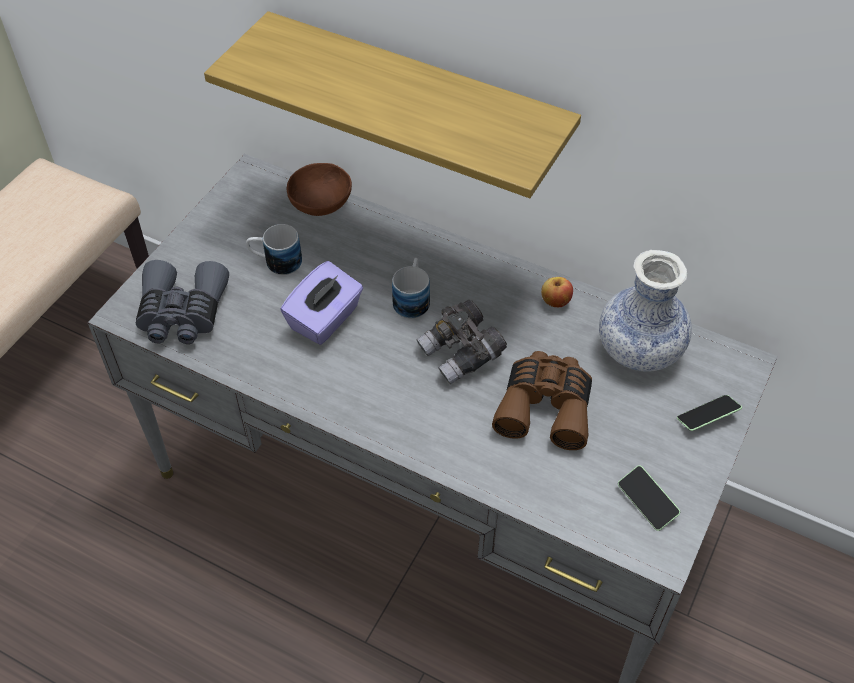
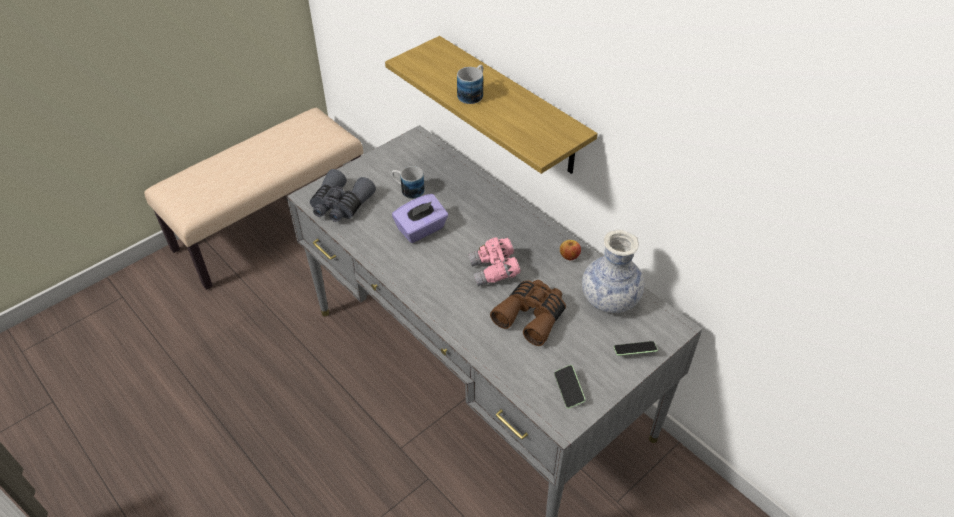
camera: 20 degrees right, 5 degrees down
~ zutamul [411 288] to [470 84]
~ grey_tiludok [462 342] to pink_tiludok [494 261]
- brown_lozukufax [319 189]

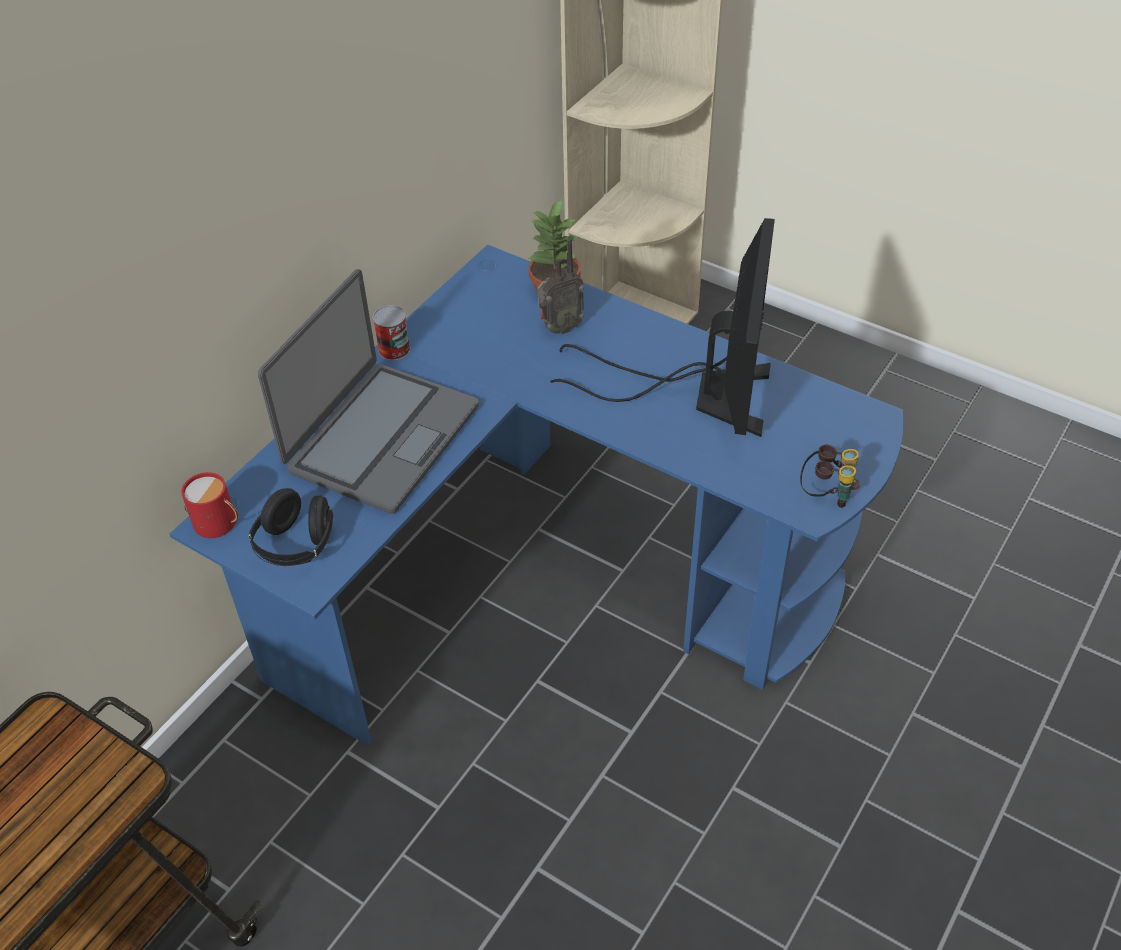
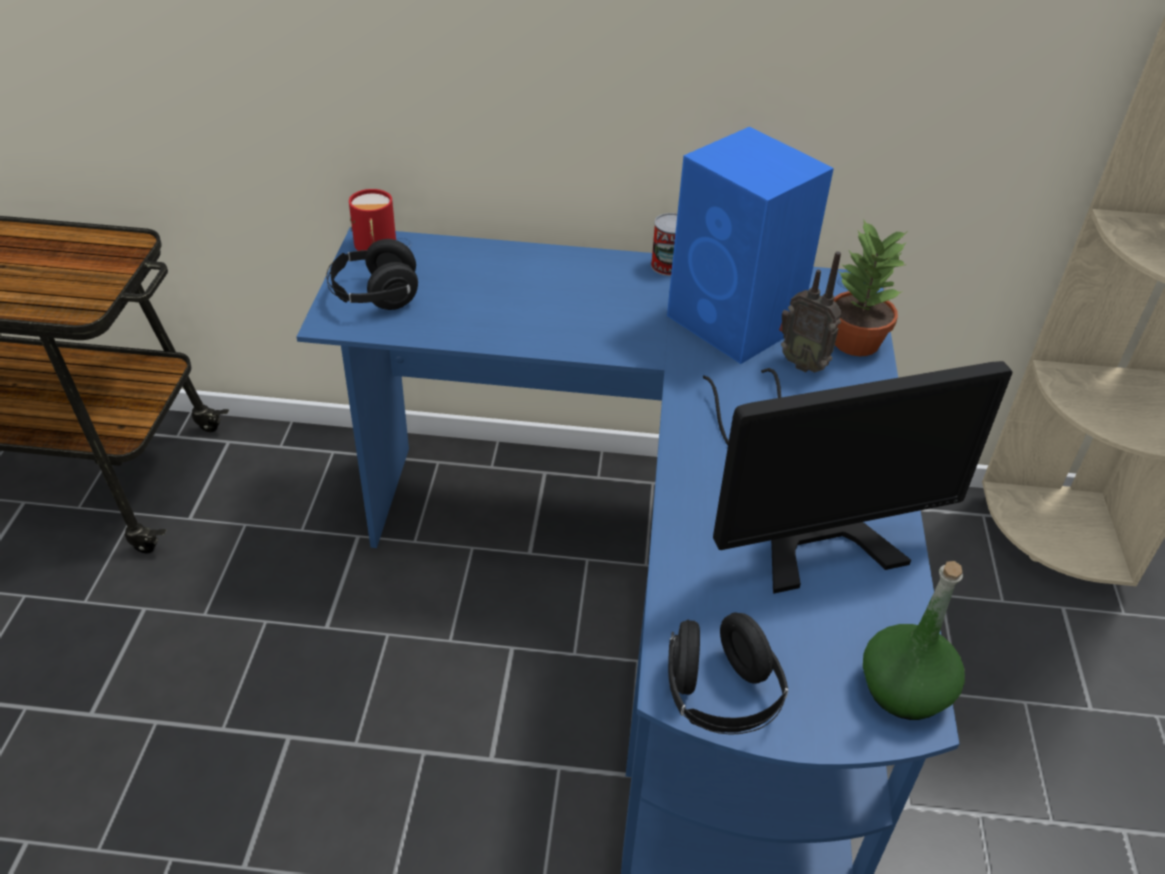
camera: 60 degrees right, 5 degrees down
+ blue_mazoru [750 245]
~ tiludok [830 476] to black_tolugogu [728 674]
+ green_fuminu [914 640]
- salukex [368 391]

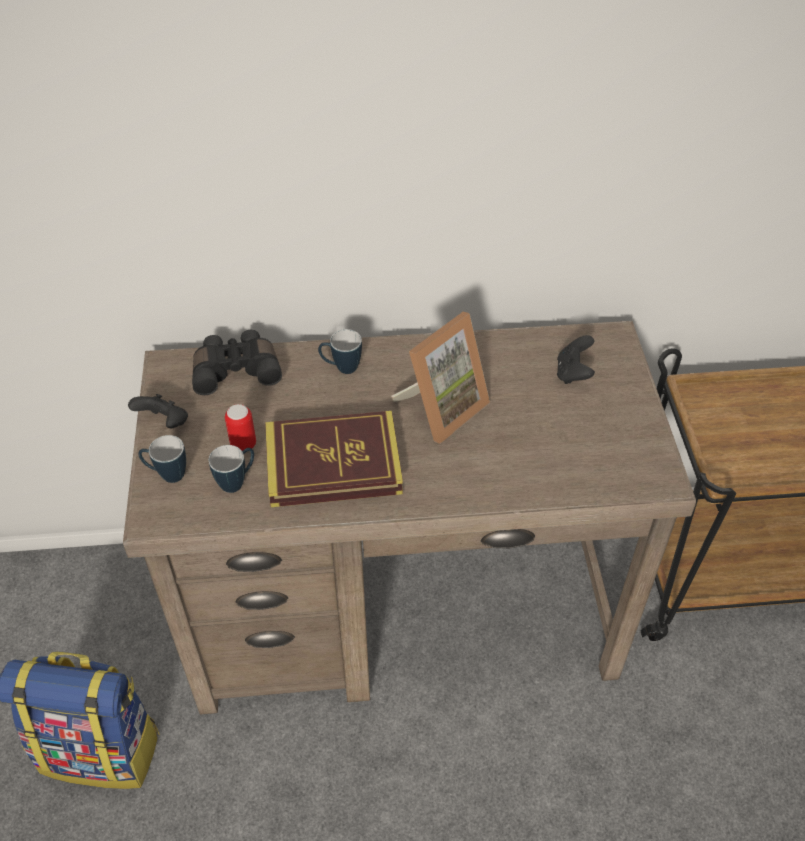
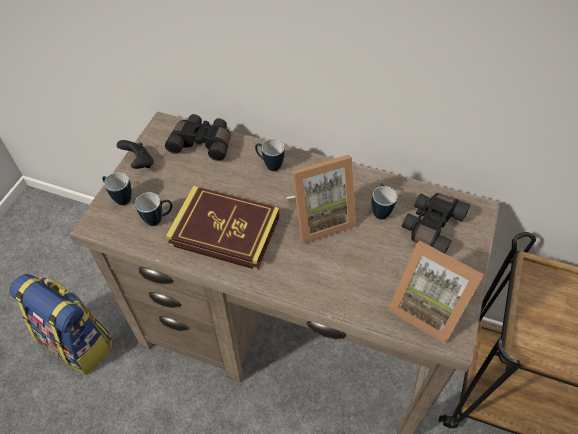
camera: 25 degrees right, 5 degrees up
+ zutamul [384 201]
+ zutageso [436 292]
~ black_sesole [576 359] to black_tiludok [436 223]
- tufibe [240 427]

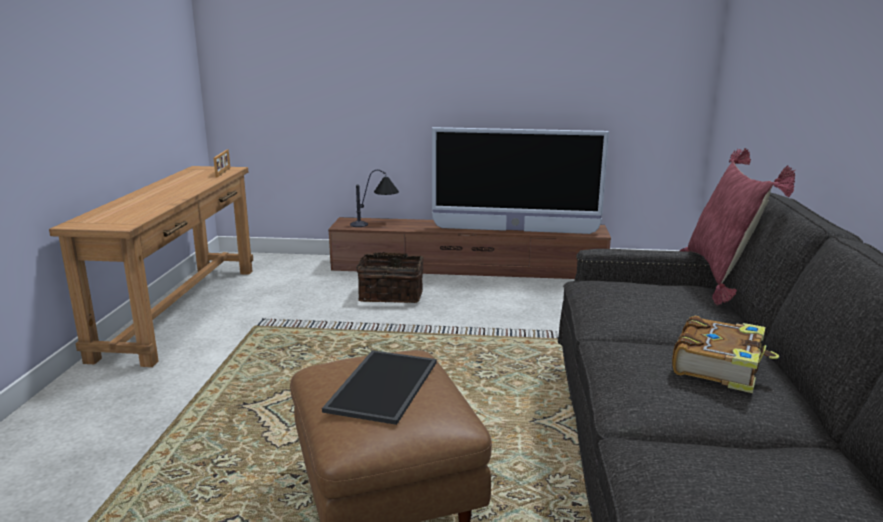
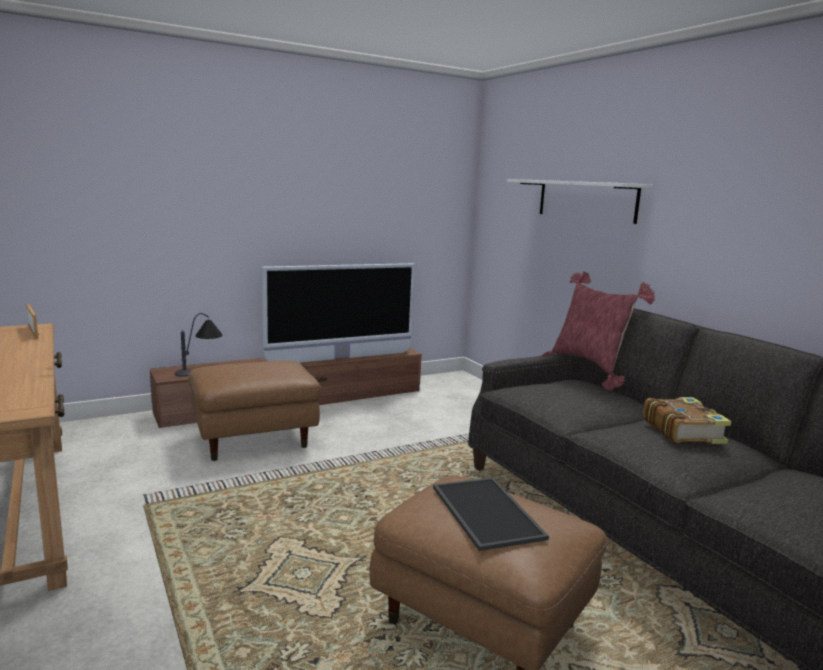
camera: 35 degrees left, 5 degrees down
~ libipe [390 277] to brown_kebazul [254 411]
+ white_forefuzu [580 201]

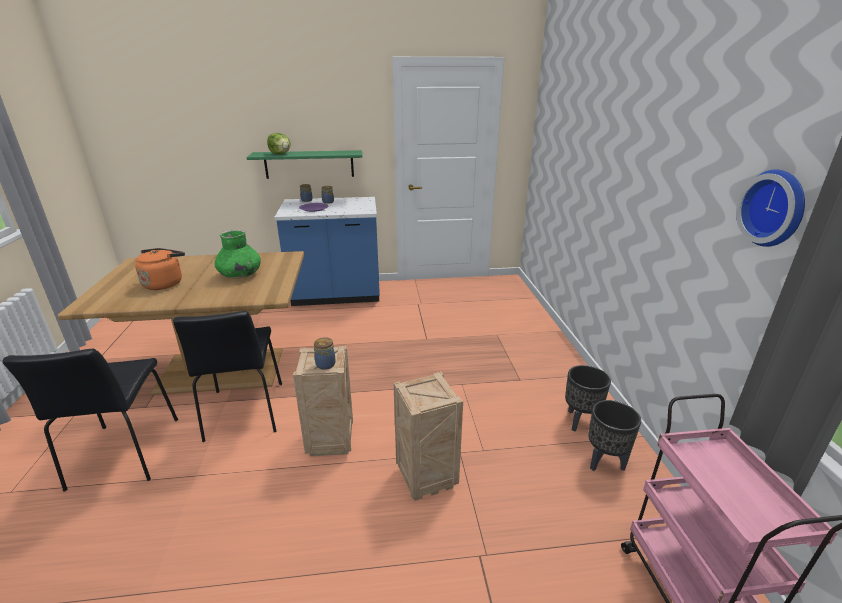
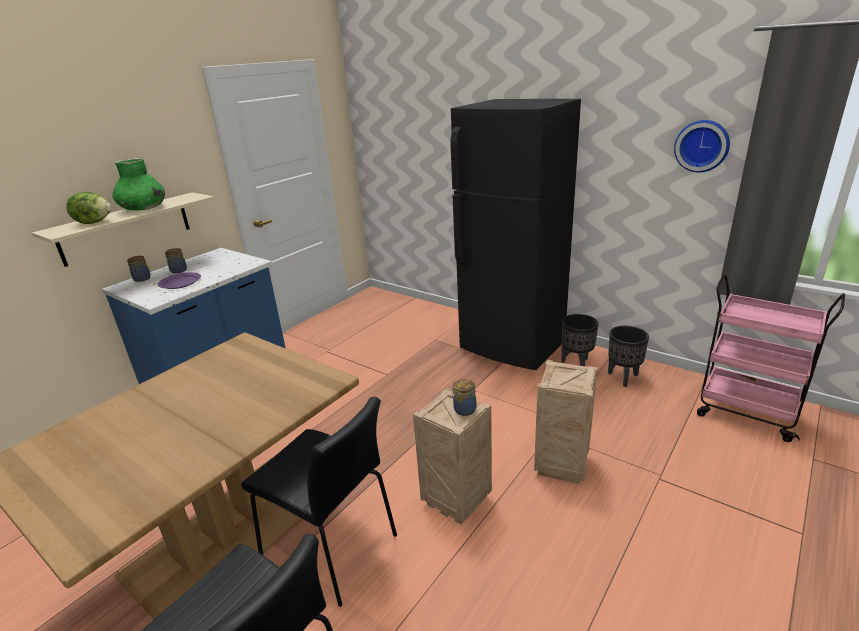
camera: 45 degrees left, 0 degrees up
~ green_forefuzu [304 164] to beige_forefuzu [123 229]
~ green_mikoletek [238 254] to [138 184]
+ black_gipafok [515 234]
- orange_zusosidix [160 269]

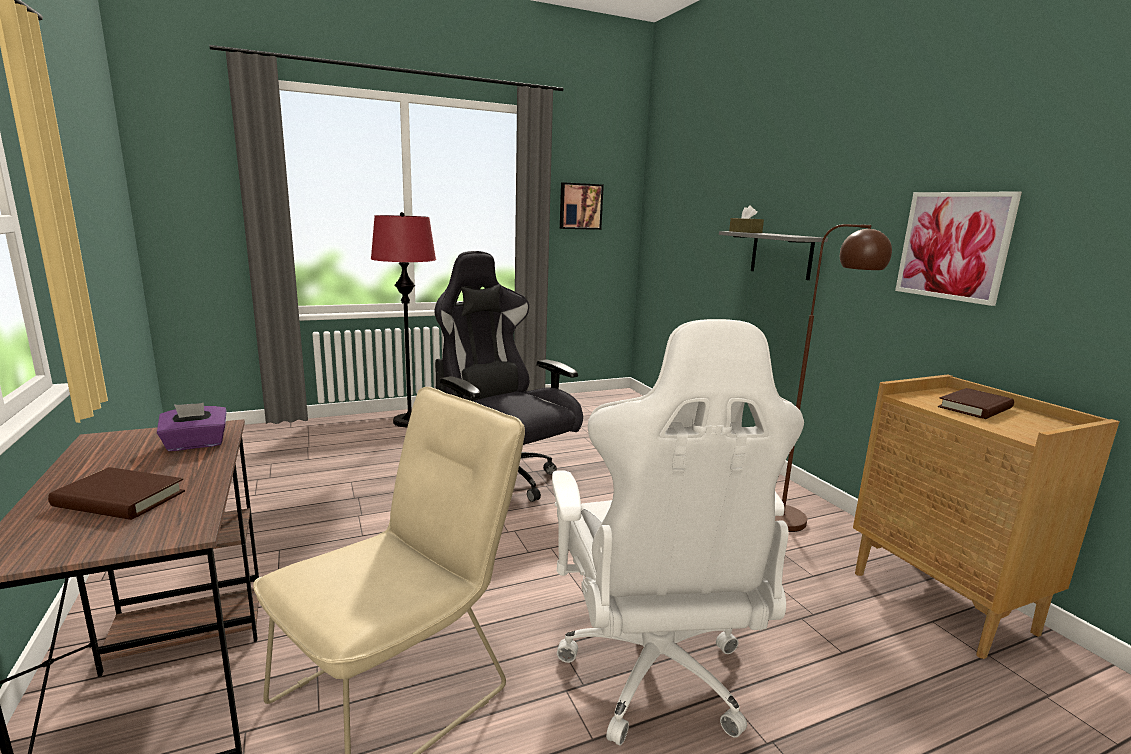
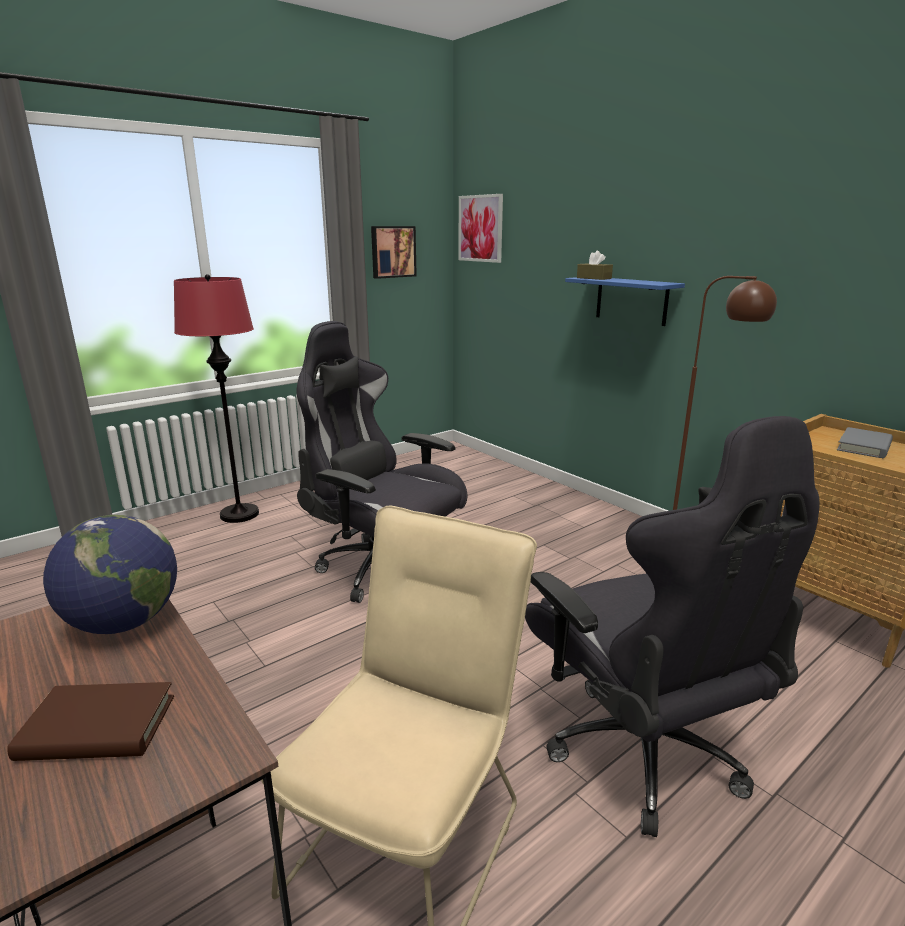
camera: 15 degrees left, 5 degrees up
~ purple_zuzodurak [192 427] to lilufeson [110 574]
~ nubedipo [958 248] to [481 228]
~ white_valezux [678 532] to black_valezux [672 626]
~ grey_forefuzu [773 255] to blue_forefuzu [625 301]
~ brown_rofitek [976 403] to grey_rofitek [865 442]

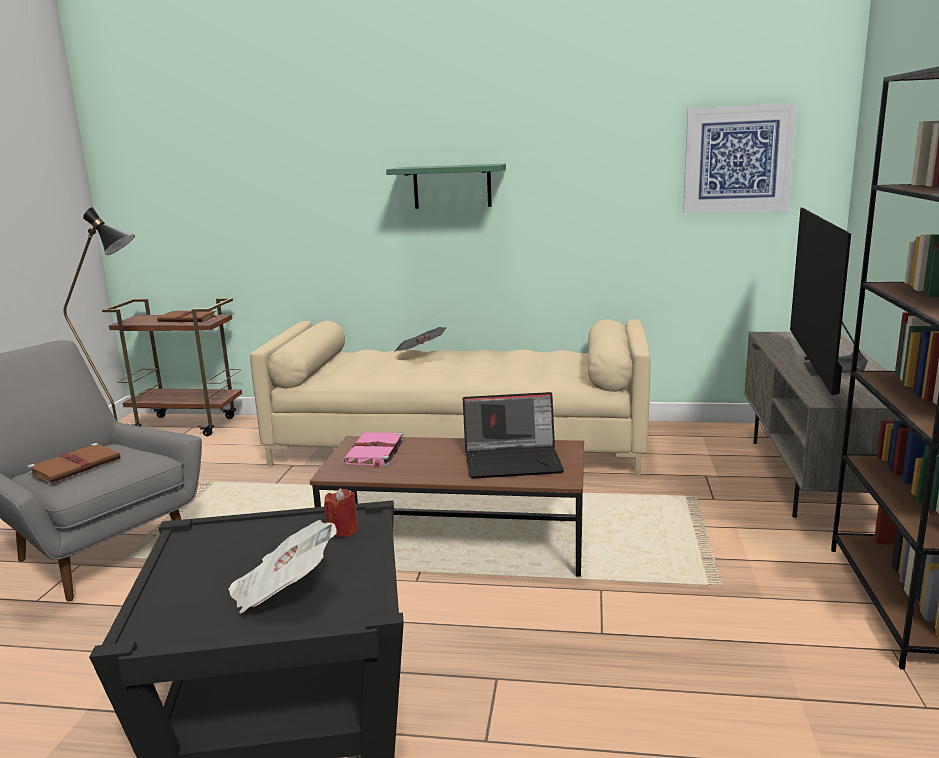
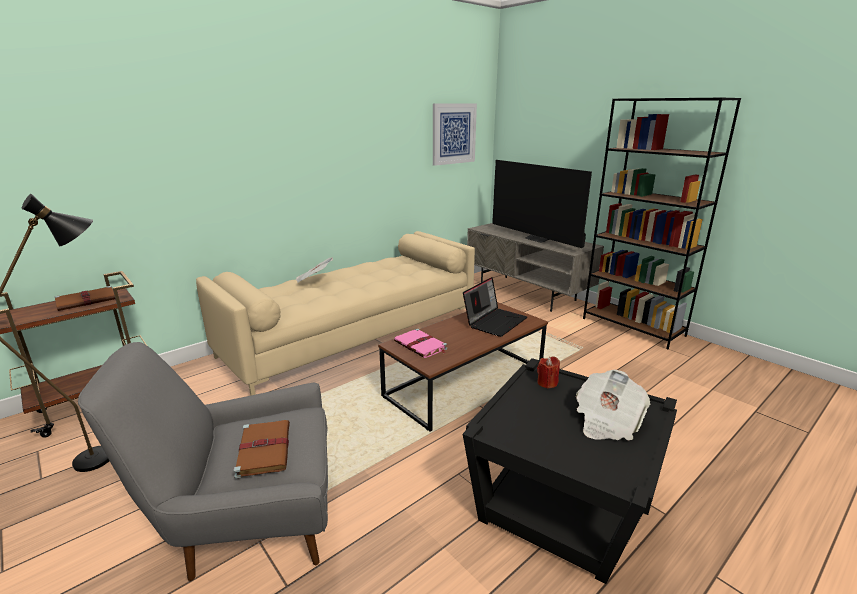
camera: 50 degrees left, 5 degrees up
- green_forefuzu [446 186]

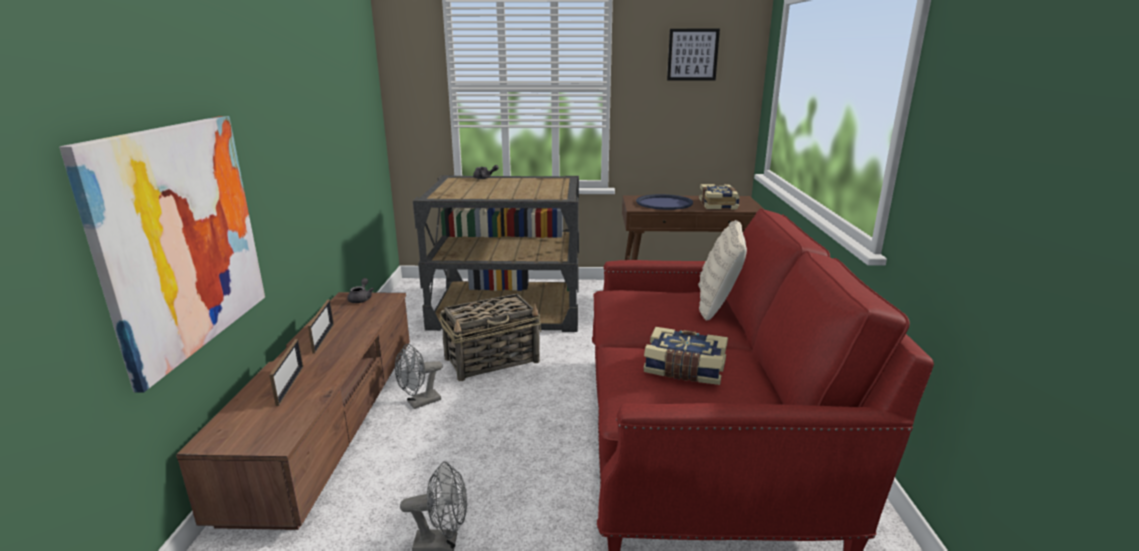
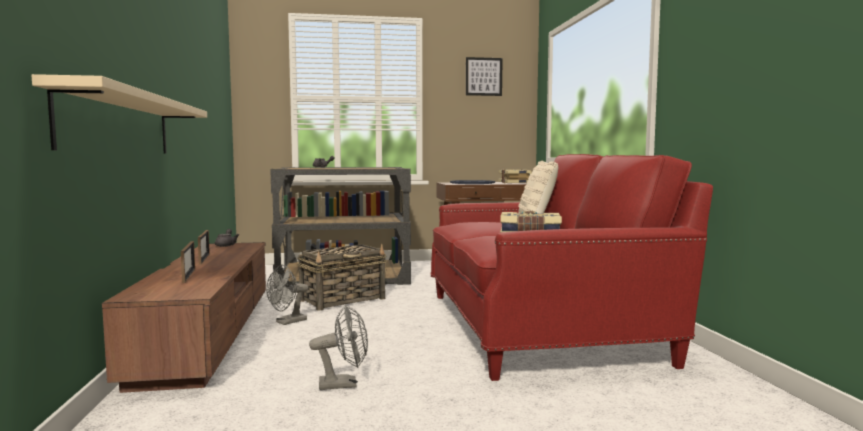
camera: 10 degrees left, 15 degrees down
~ nubedipo [162 254] to beige_forefuzu [119 114]

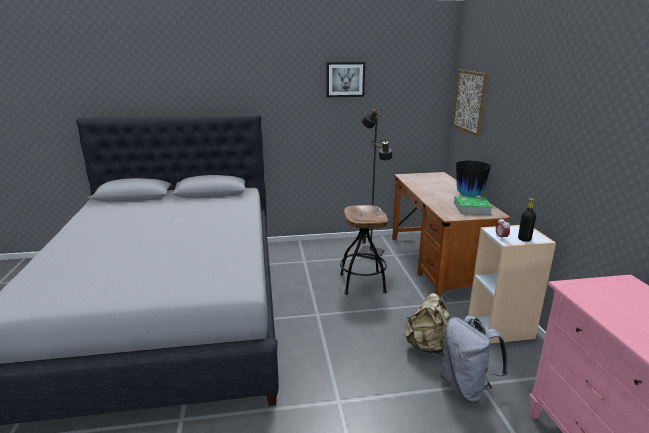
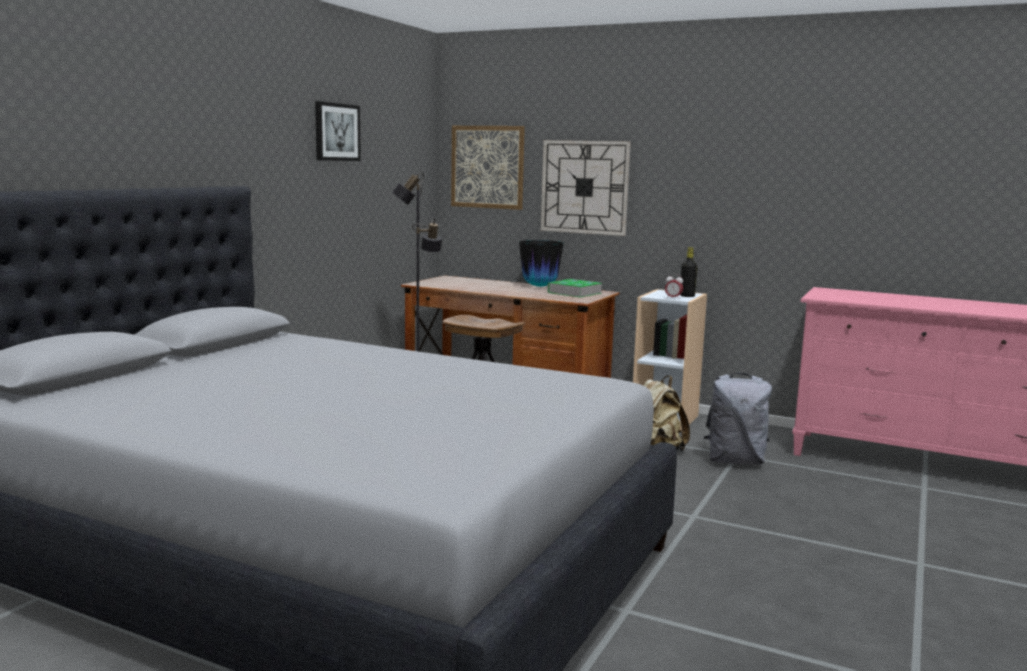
camera: 55 degrees left, 10 degrees down
+ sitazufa [586 188]

